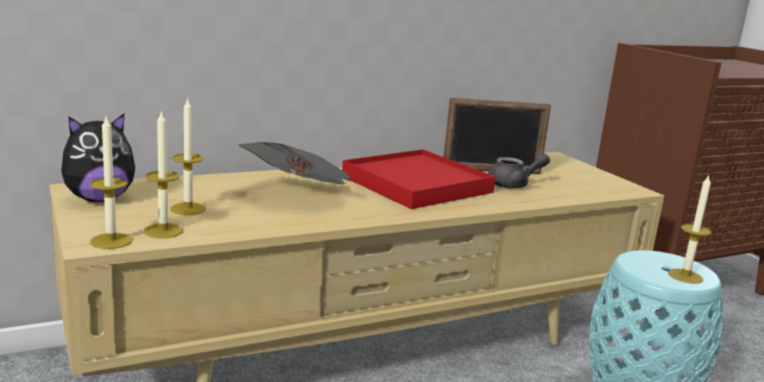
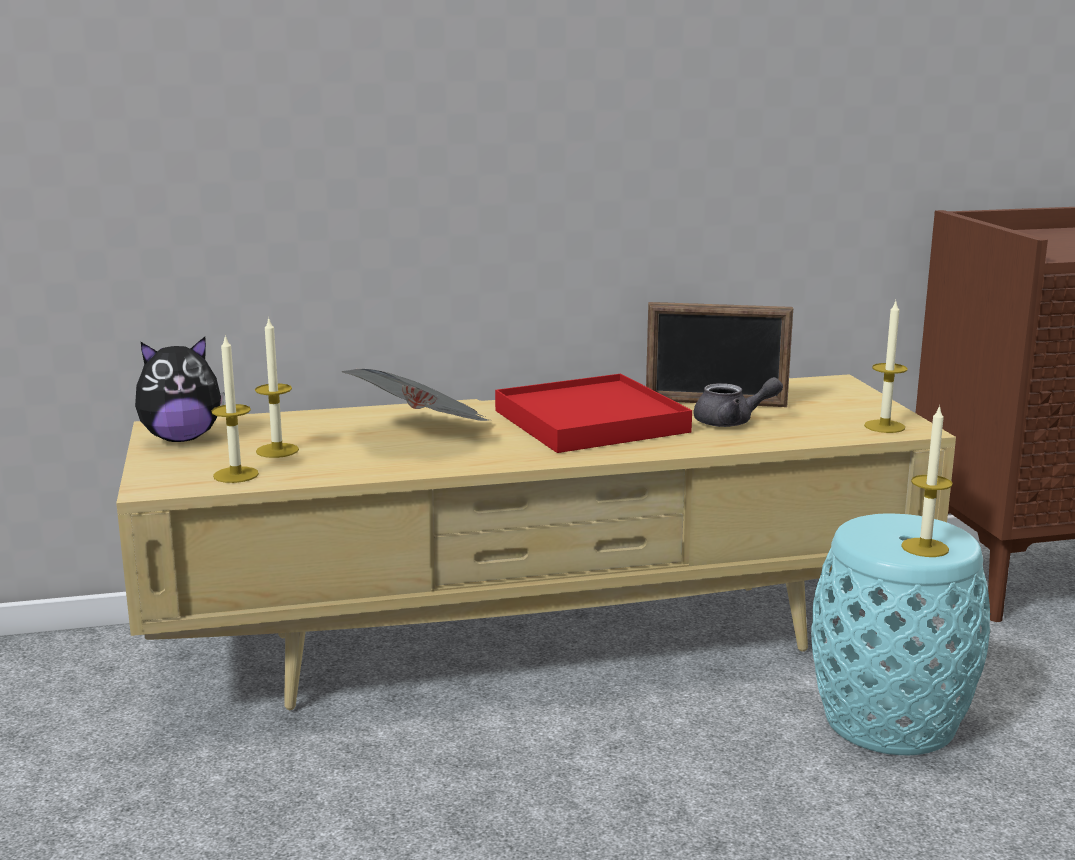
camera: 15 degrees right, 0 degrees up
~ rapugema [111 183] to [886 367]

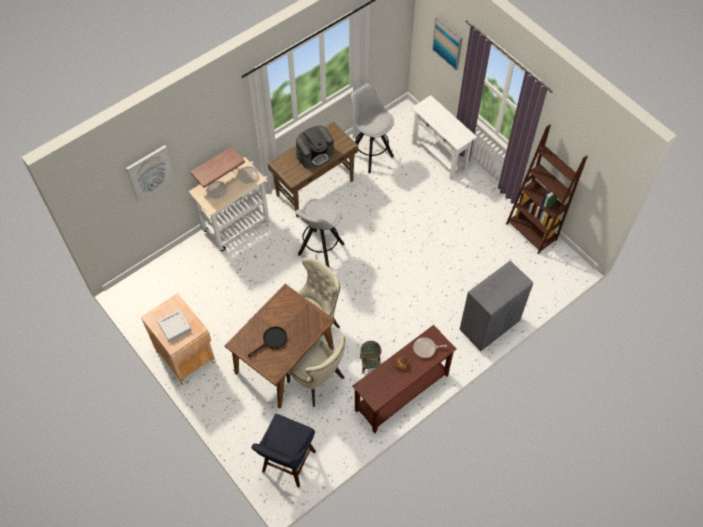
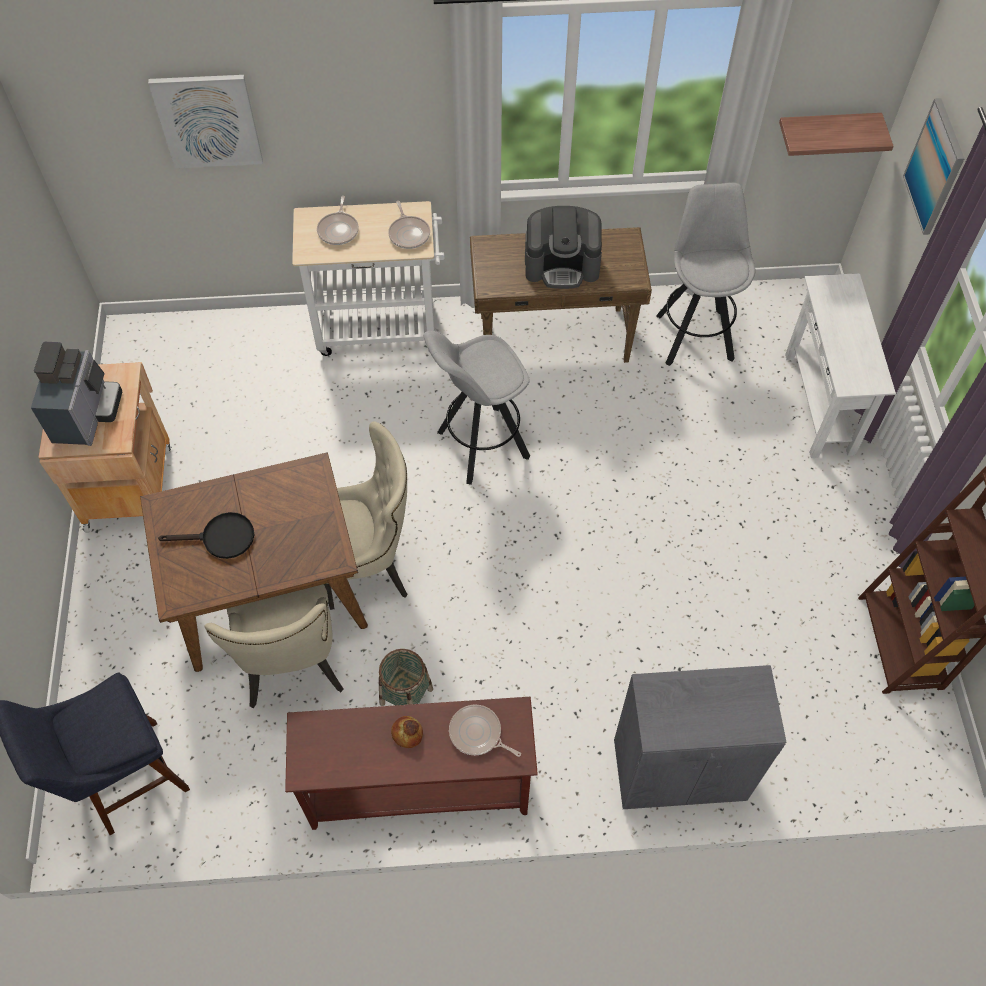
camera: 35 degrees right, 0 degrees up
~ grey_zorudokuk [174 325] to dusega [76 394]
~ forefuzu [217 167] to [836 134]

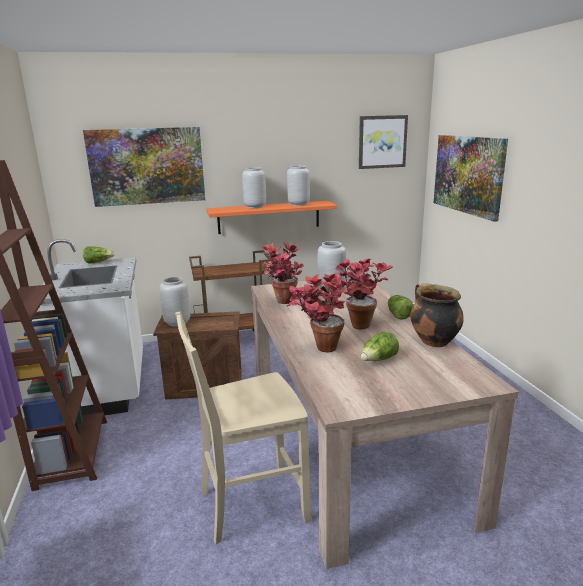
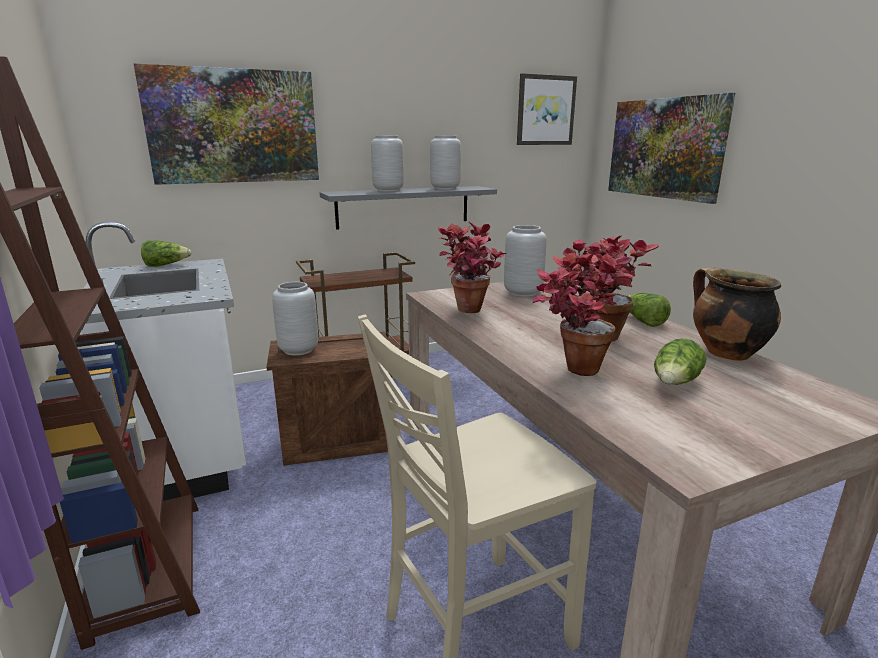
camera: 10 degrees left, 0 degrees up
~ orange_forefuzu [271 217] to grey_forefuzu [408 208]

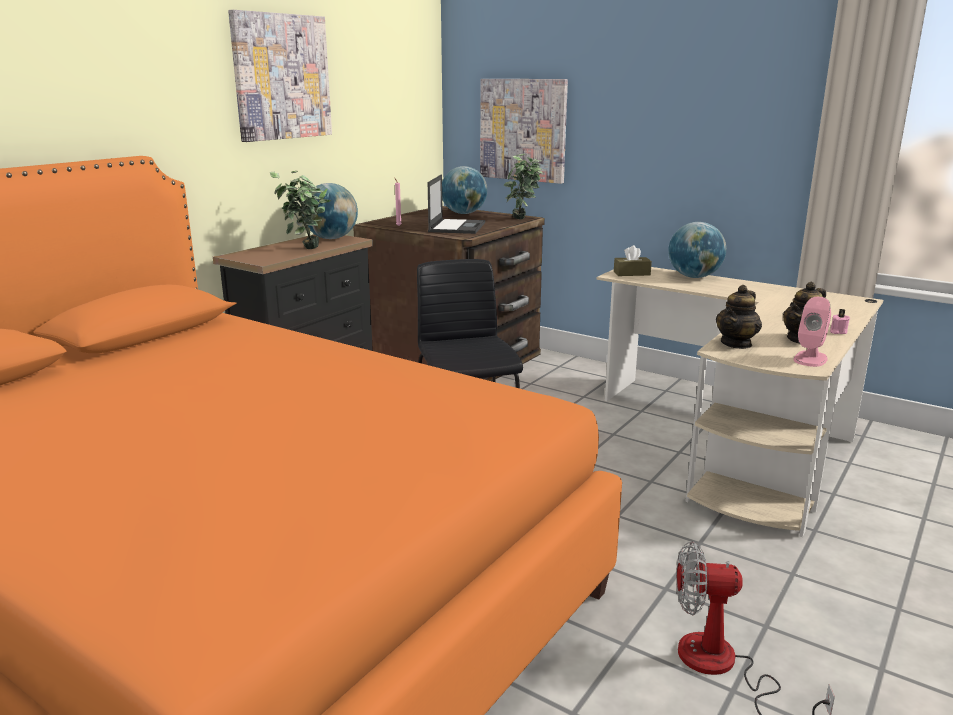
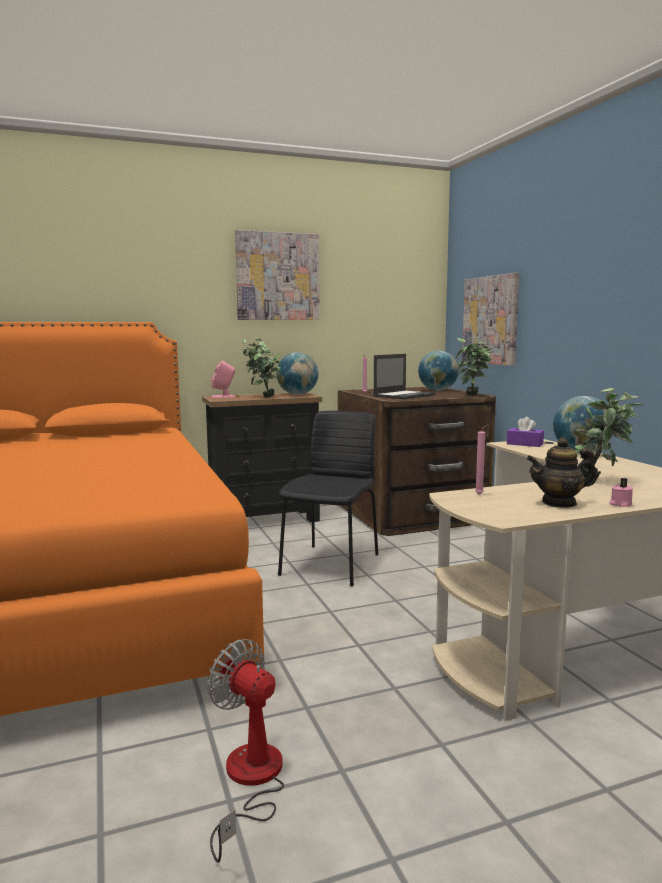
camera: 35 degrees right, 10 degrees down
~ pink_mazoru [812 332] to [223 379]
~ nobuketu [739 317] to pink_rapugema [481 459]
~ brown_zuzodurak [633 260] to purple_zuzodurak [525 432]
+ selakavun [609 433]

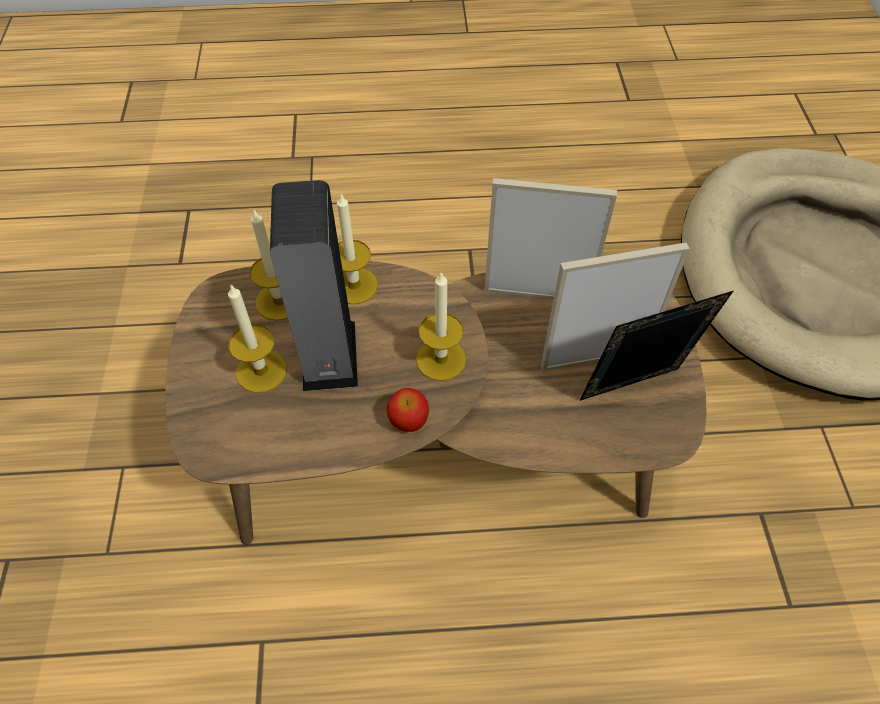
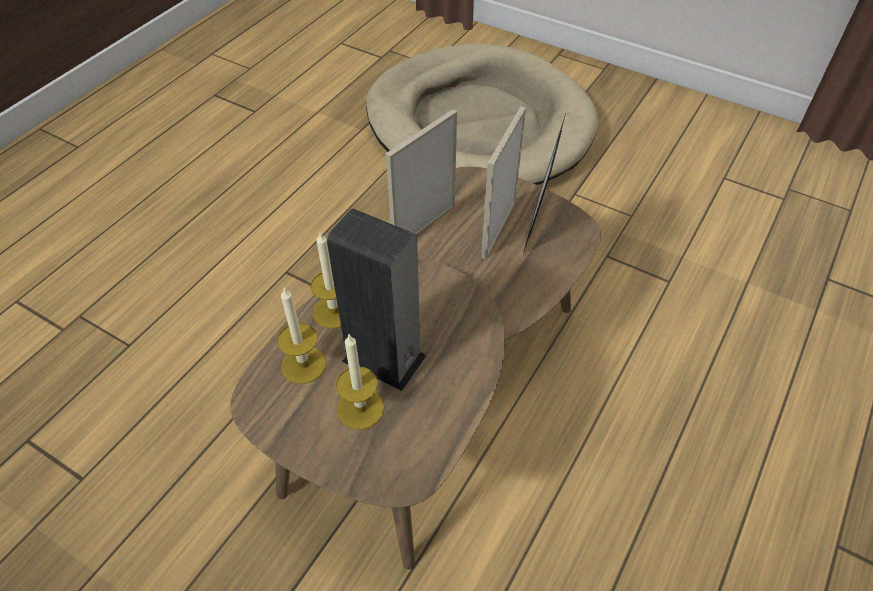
camera: 55 degrees left, 5 degrees down
- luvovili [408 410]
- rapugema [441 326]

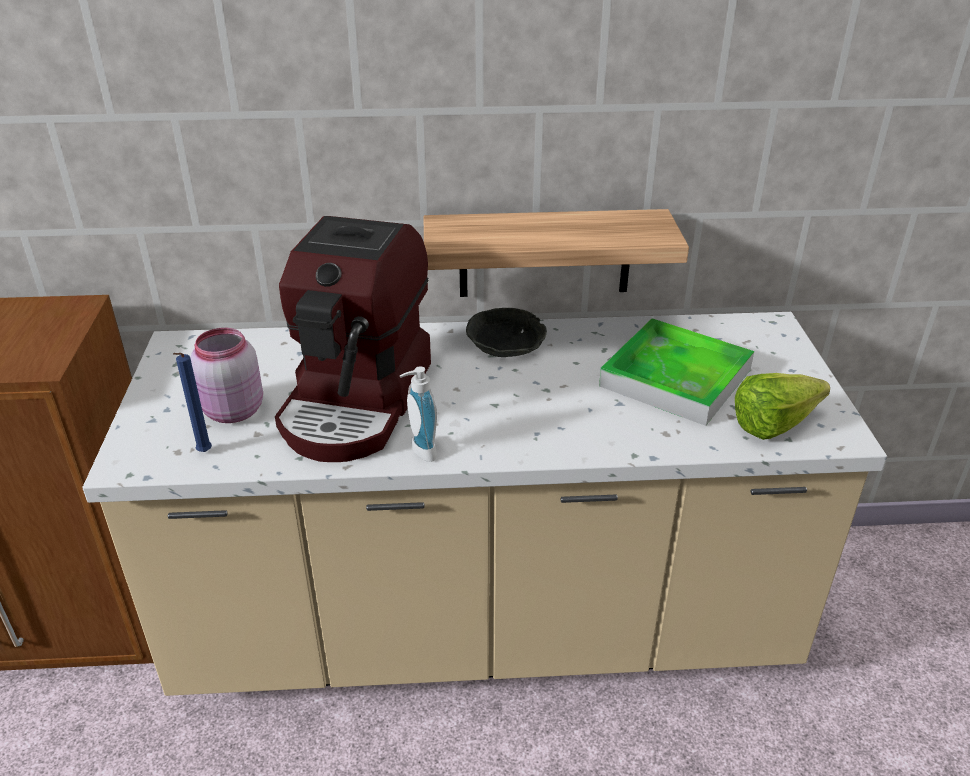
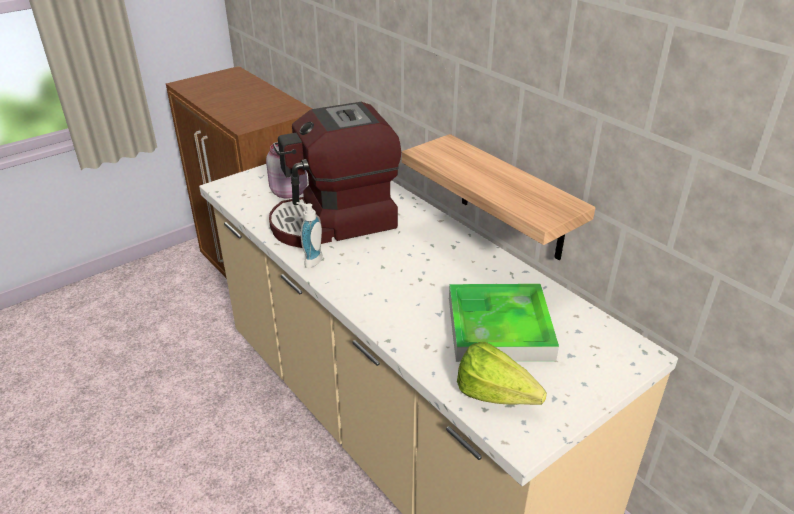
camera: 55 degrees right, 0 degrees up
- blue_rapugema [192 402]
- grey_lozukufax [506 332]

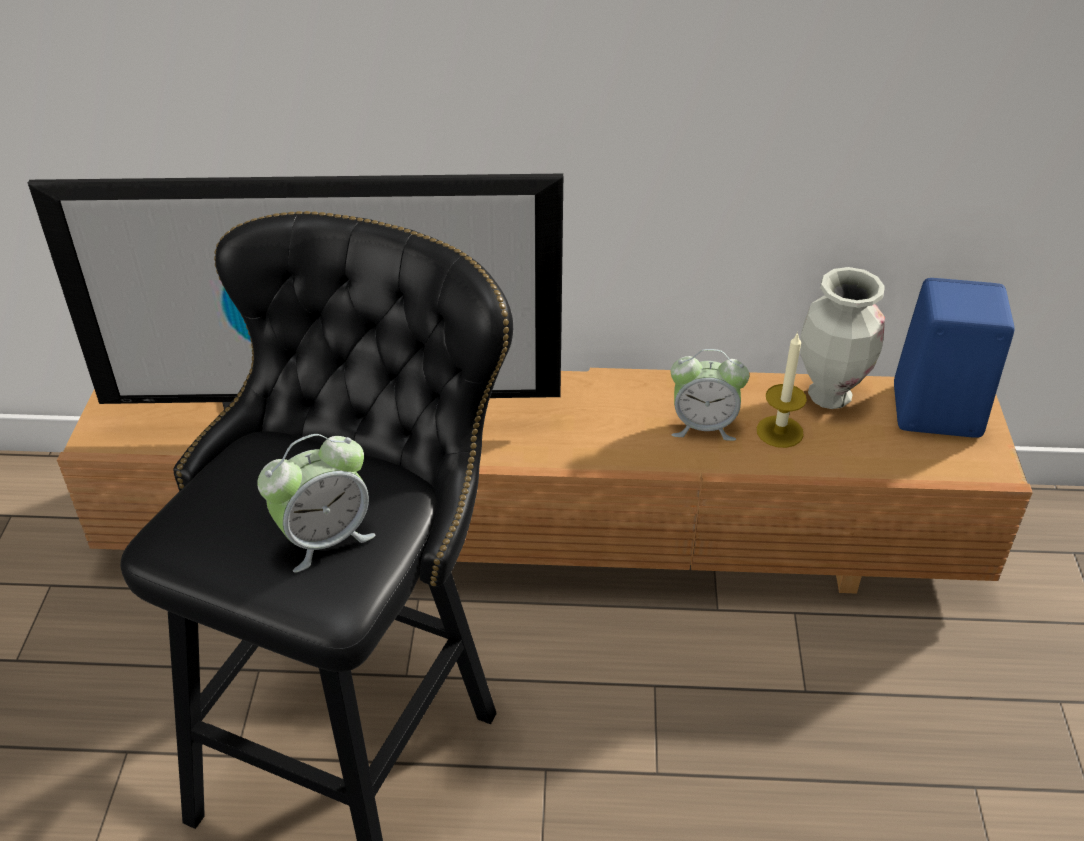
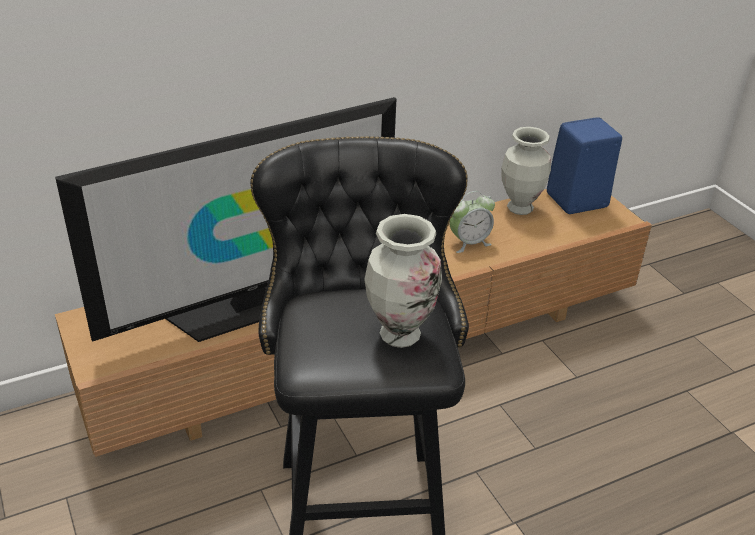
camera: 30 degrees left, 5 degrees down
~ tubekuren [316 503] to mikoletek [403 281]
- rapugema [782 390]

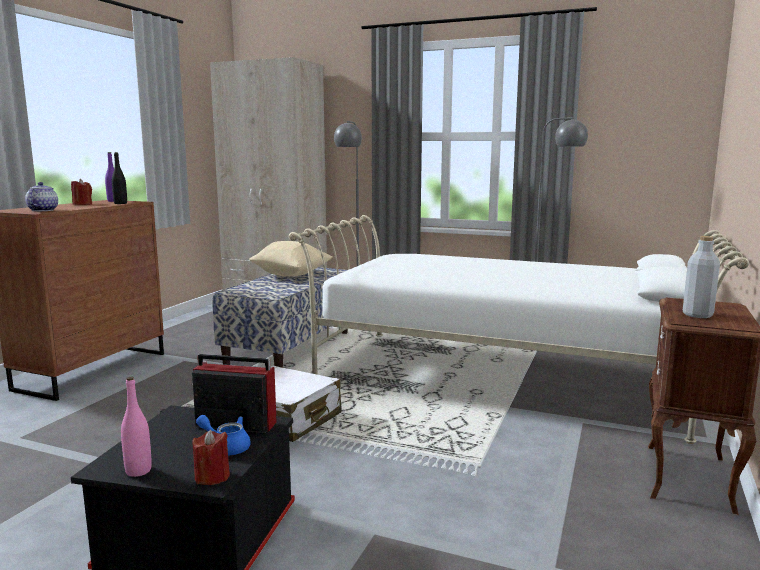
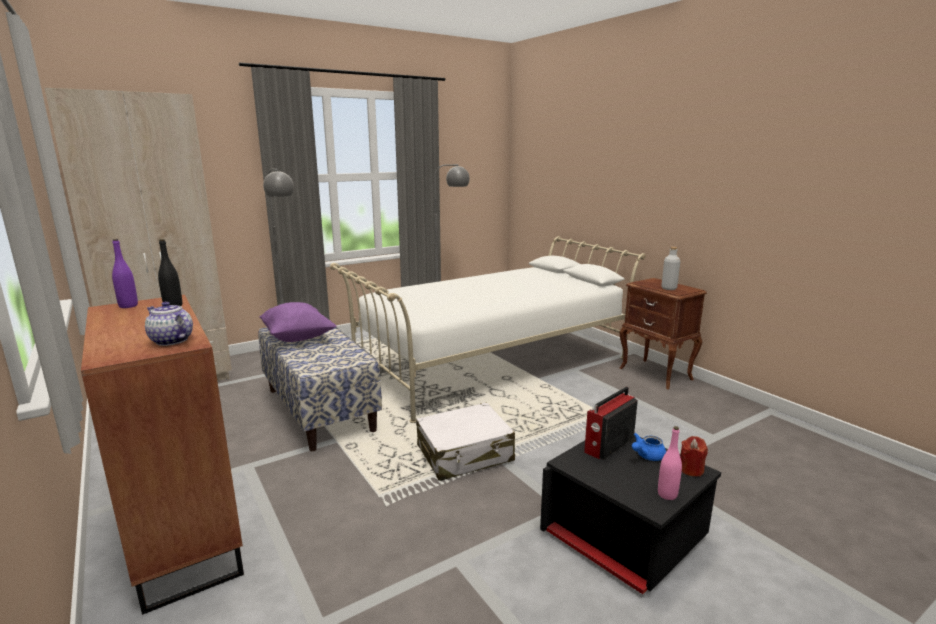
camera: 55 degrees left, 5 degrees up
~ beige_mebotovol [291 259] to purple_mebotovol [298 322]
- red_rapugema [81 192]

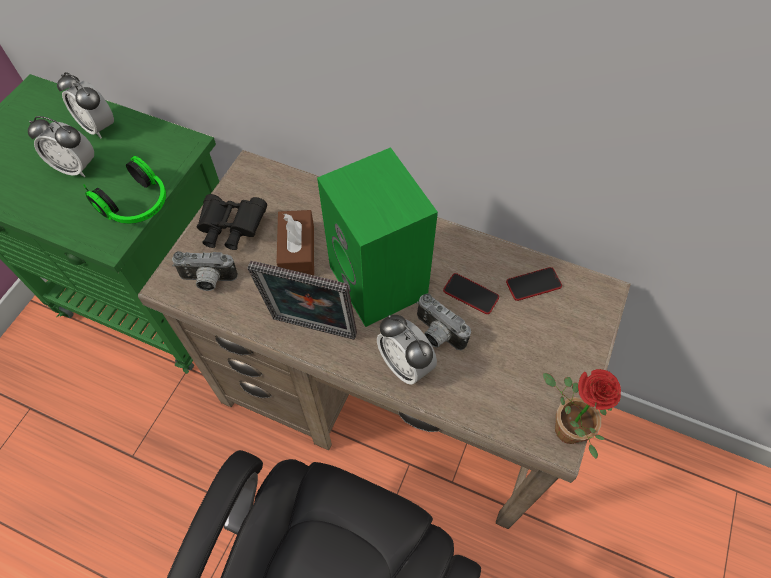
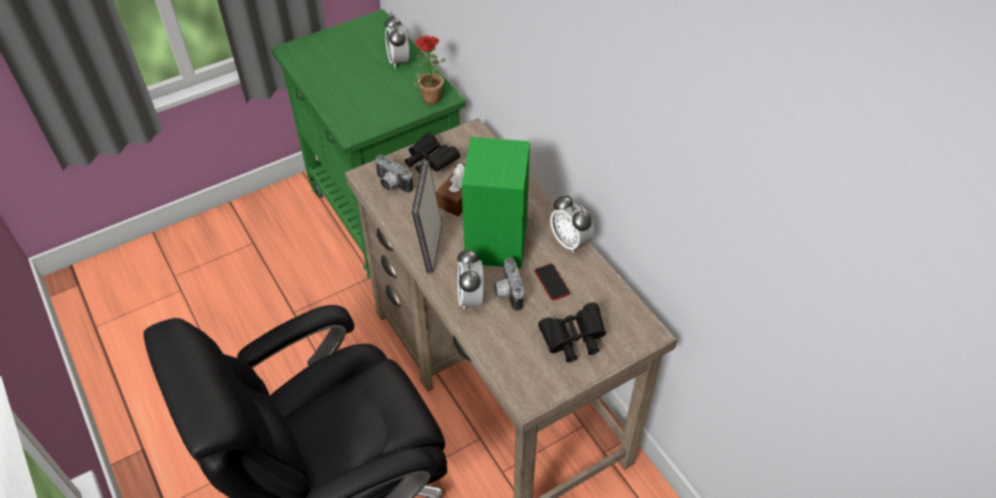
camera: 35 degrees right, 10 degrees down
~ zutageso [302 300] = [427 217] 45 degrees clockwise
~ selakavun [582 414] to [430 69]
+ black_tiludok [572 332]
~ tubekuren [61 146] to [572 224]
- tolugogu [124 190]
- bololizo [534 284]

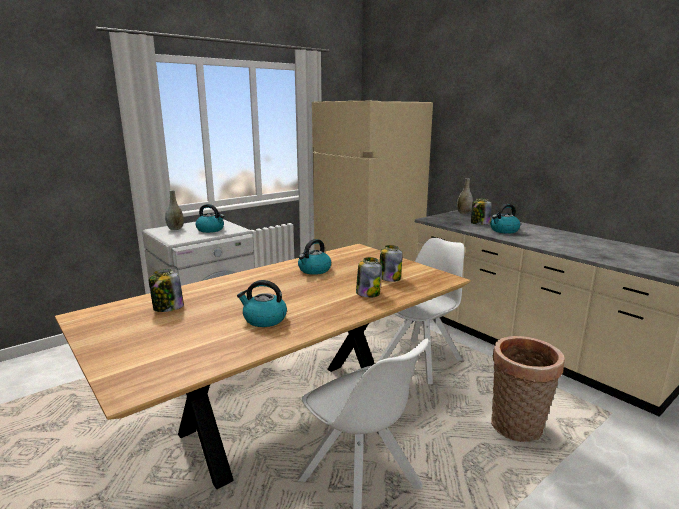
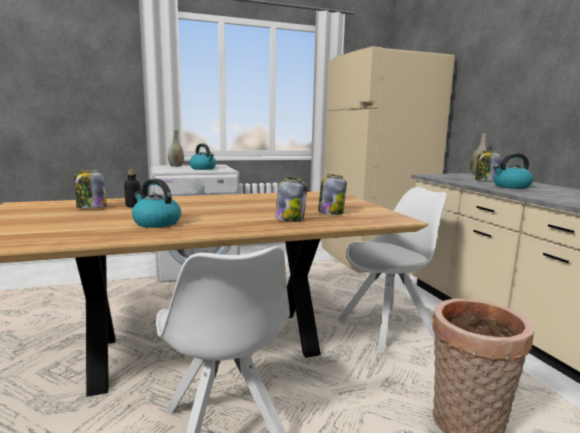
camera: 20 degrees right, 5 degrees down
+ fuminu [132 188]
- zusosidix [314 257]

